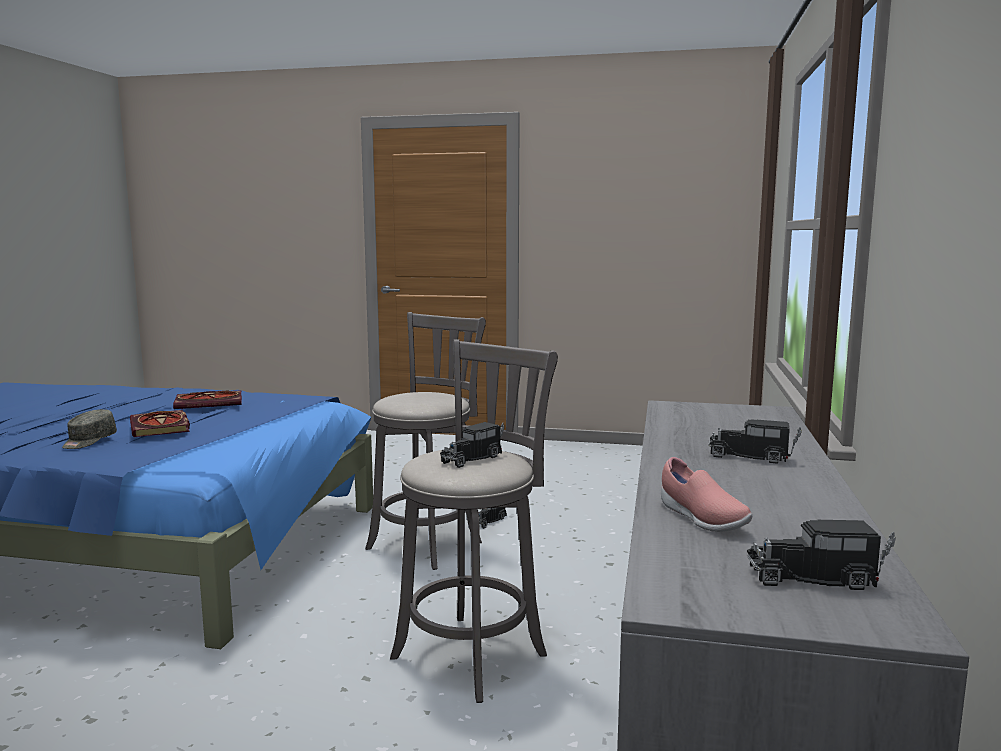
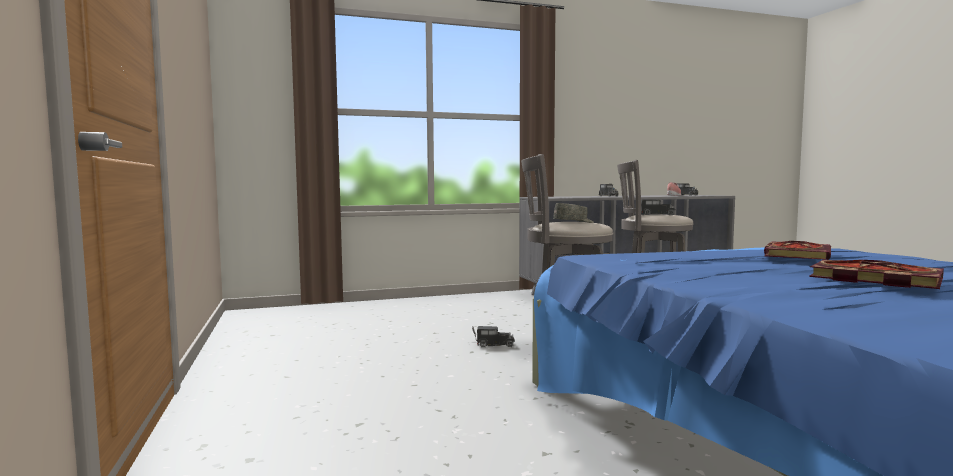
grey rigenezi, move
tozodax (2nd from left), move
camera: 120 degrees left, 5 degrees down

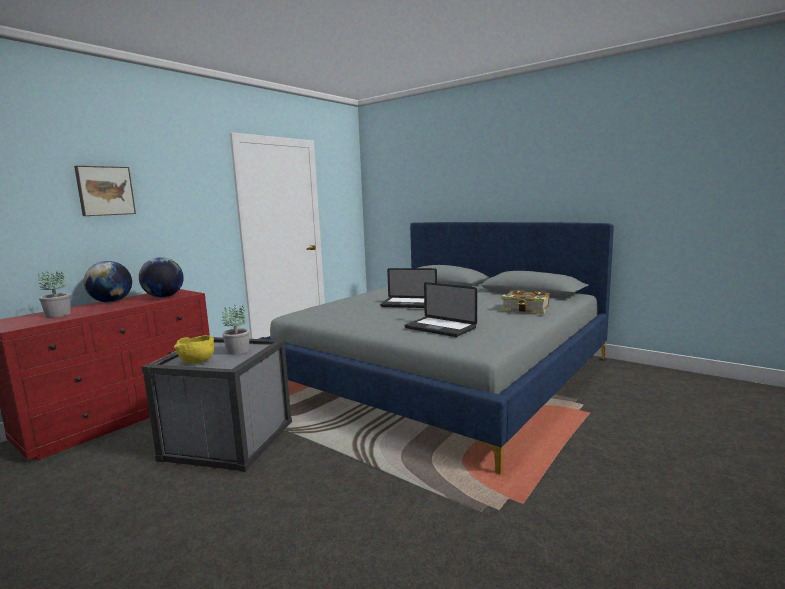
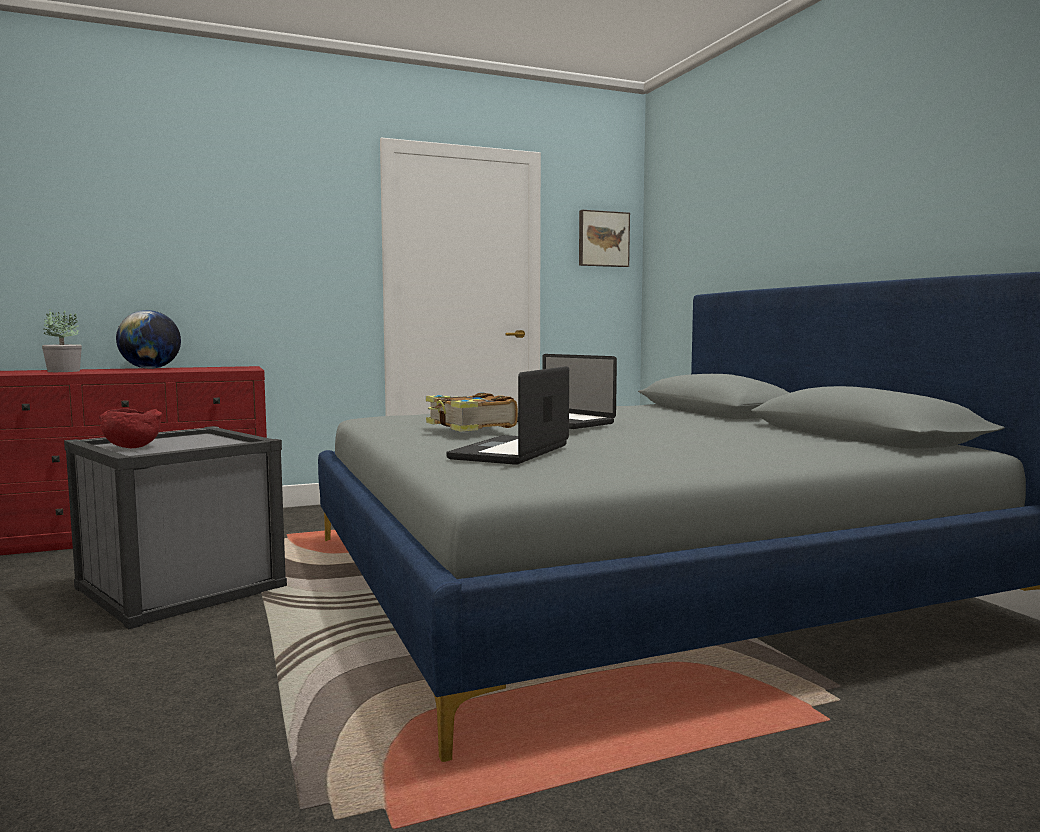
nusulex (2nd from left) → -
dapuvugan (2nd from left) → -
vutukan, move
tozodax, move
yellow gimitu → red gimitu
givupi (2nd from left in the first image) → givupi (1st from left), 45 degrees clockwise
camera: 30 degrees right, 5 degrees down

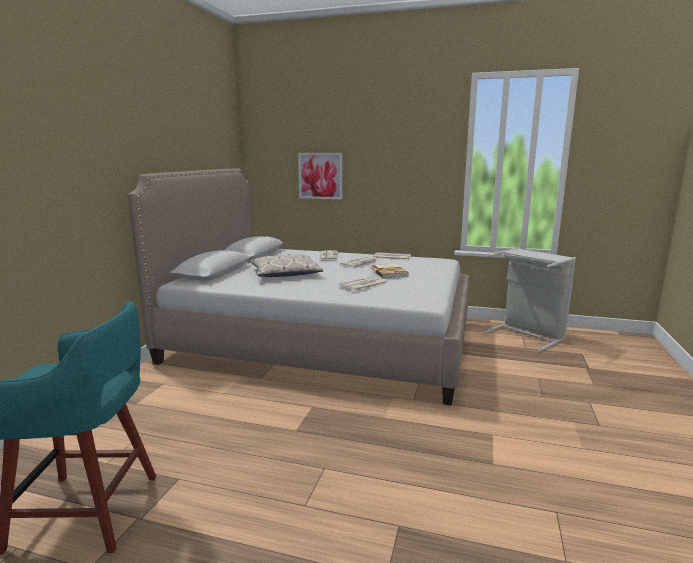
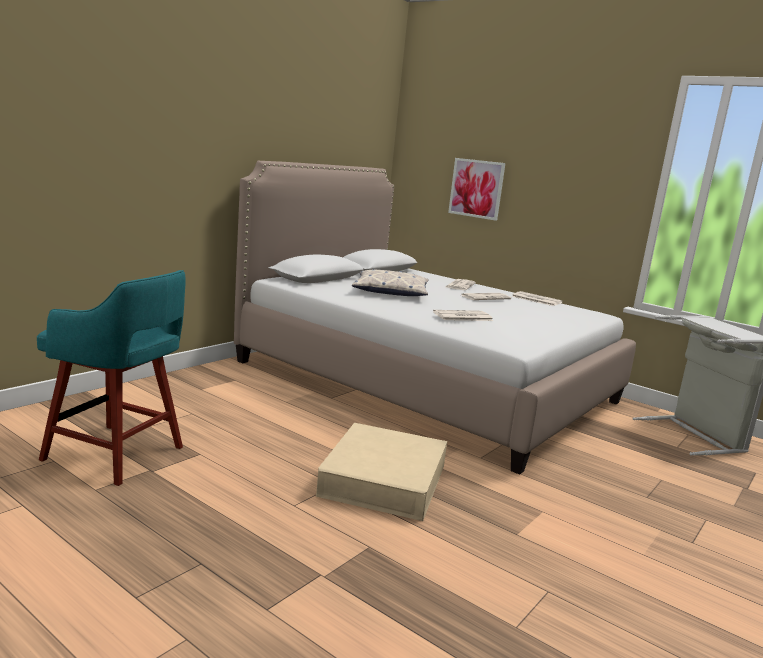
tozodax → -
- → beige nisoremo
camera: 20 degrees right, 0 degrees up

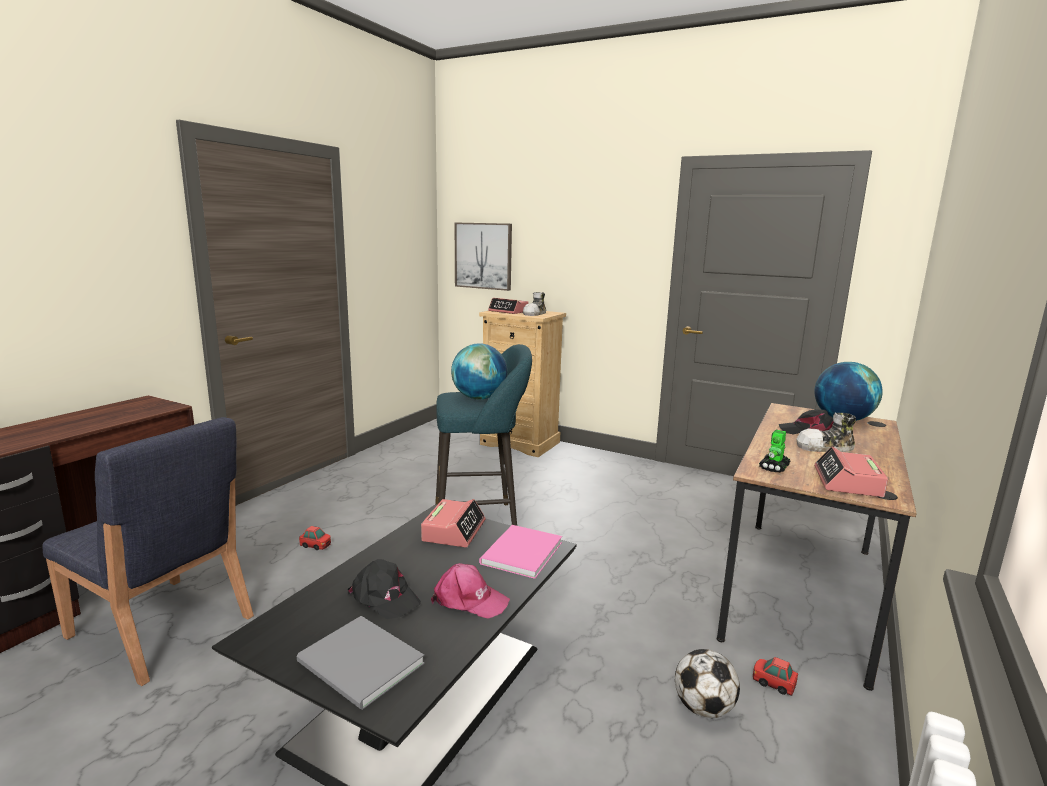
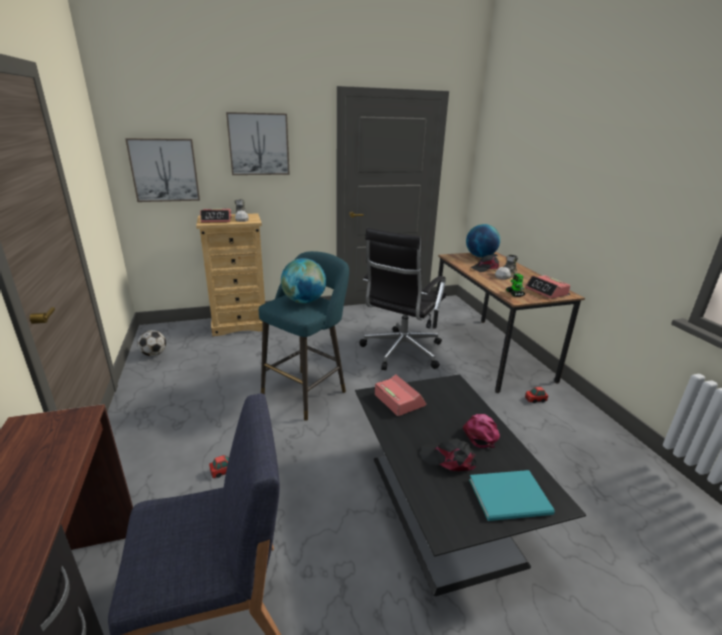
pink tozodax → -
- → vutukan (2nd from left)
- → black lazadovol
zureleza, move
grey tozodax → turquoise tozodax
black rigenezi (1st from left), 150 degrees counterclockwise
pink rigenezi, 45 degrees counterclockwise
camera: 45 degrees left, 10 degrees up

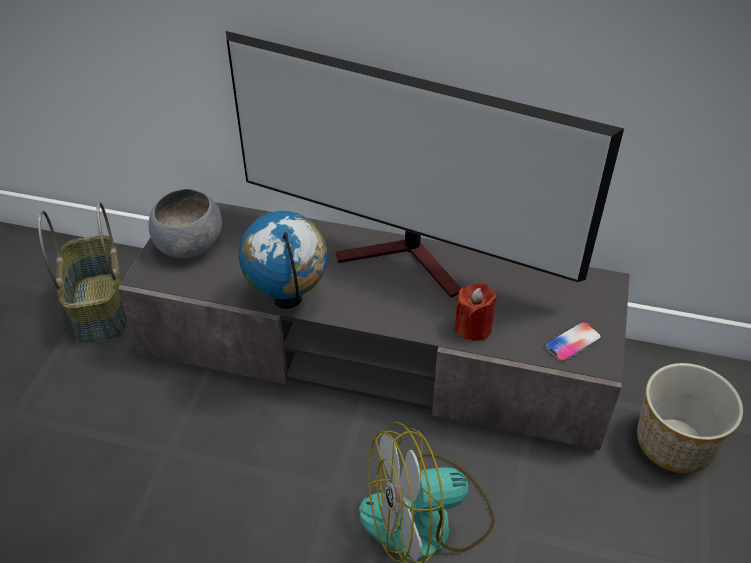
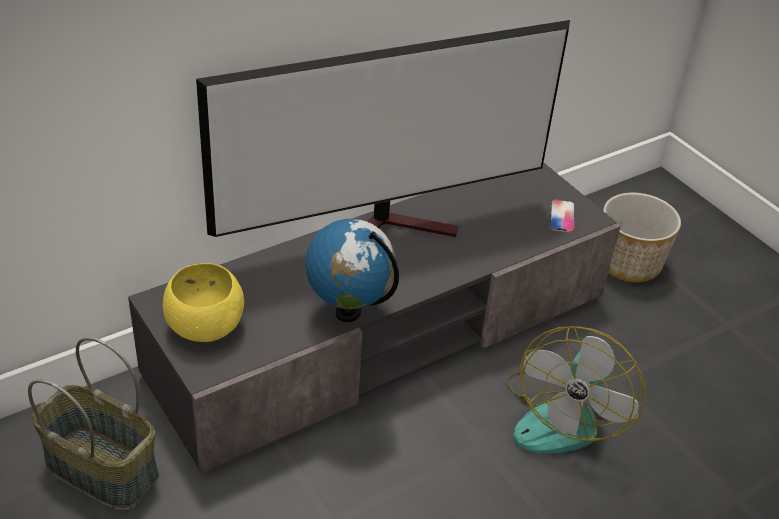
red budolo → -
grey gimitu → yellow gimitu
camera: 50 degrees left, 5 degrees down

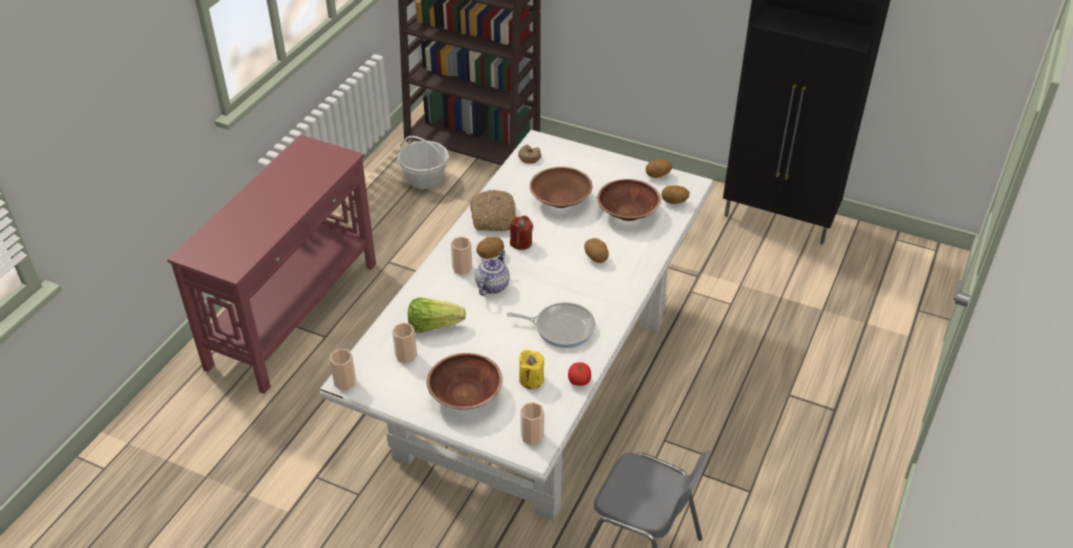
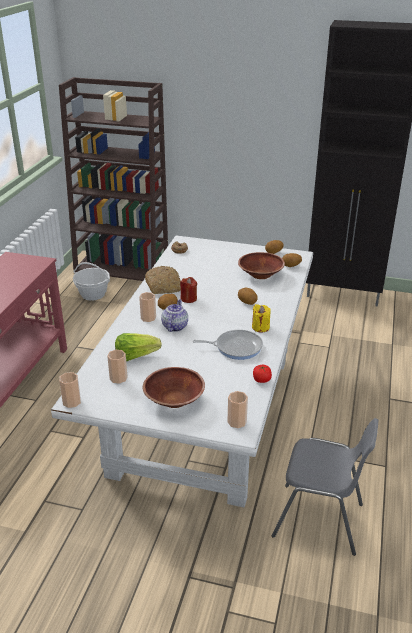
brown gimitu (2nd from left) → -
yellow budolo, move
camera: 10 degrees left, 10 degrees down

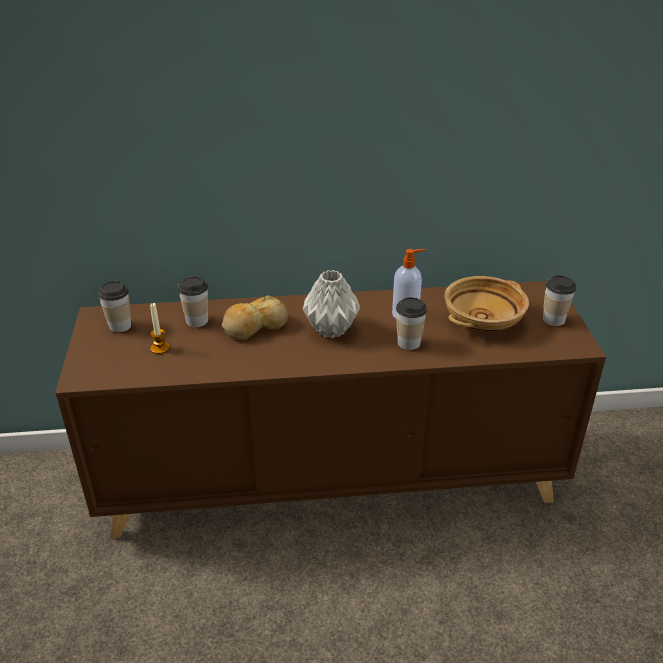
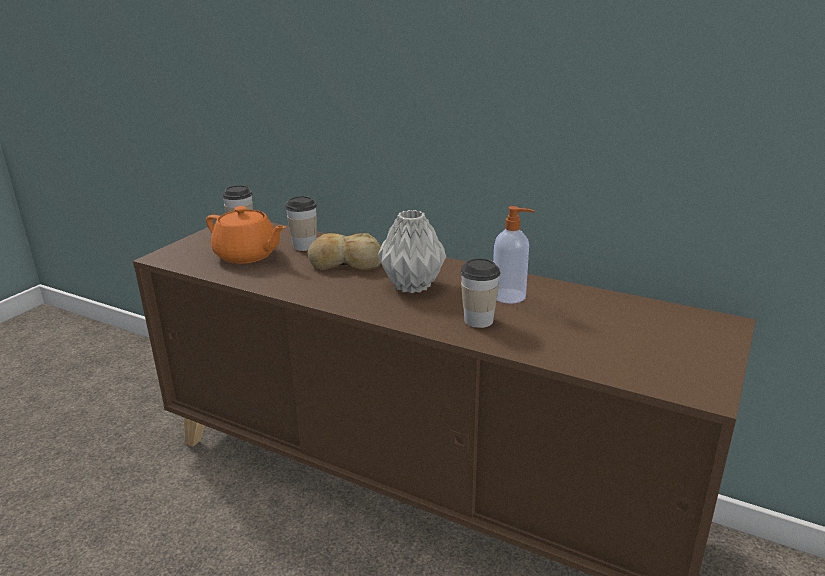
beige gimitu → -
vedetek (4th from left) → -
budolo → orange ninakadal
camera: 35 degrees right, 10 degrees down

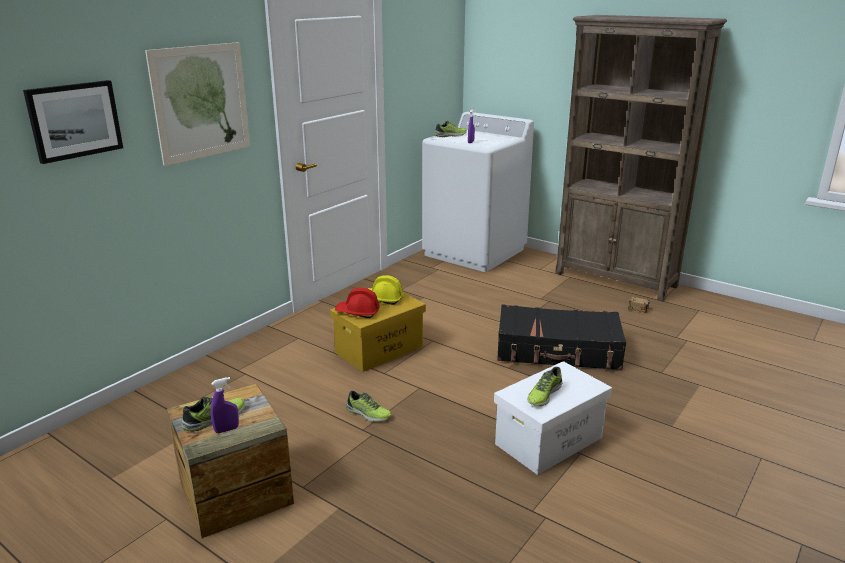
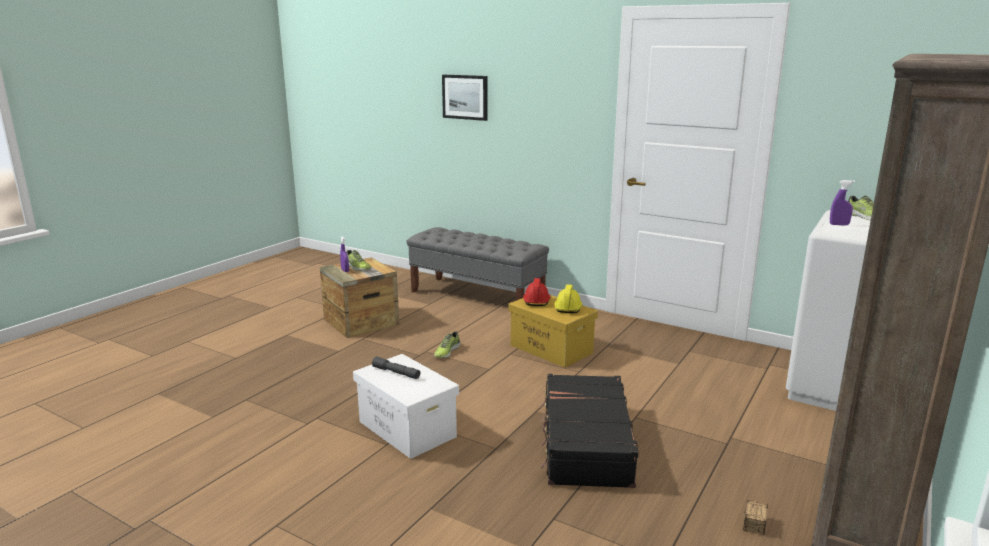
vutukan (2nd from left) → -
- → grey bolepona
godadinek (4th from left) → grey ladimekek
camera: 85 degrees right, 5 degrees down

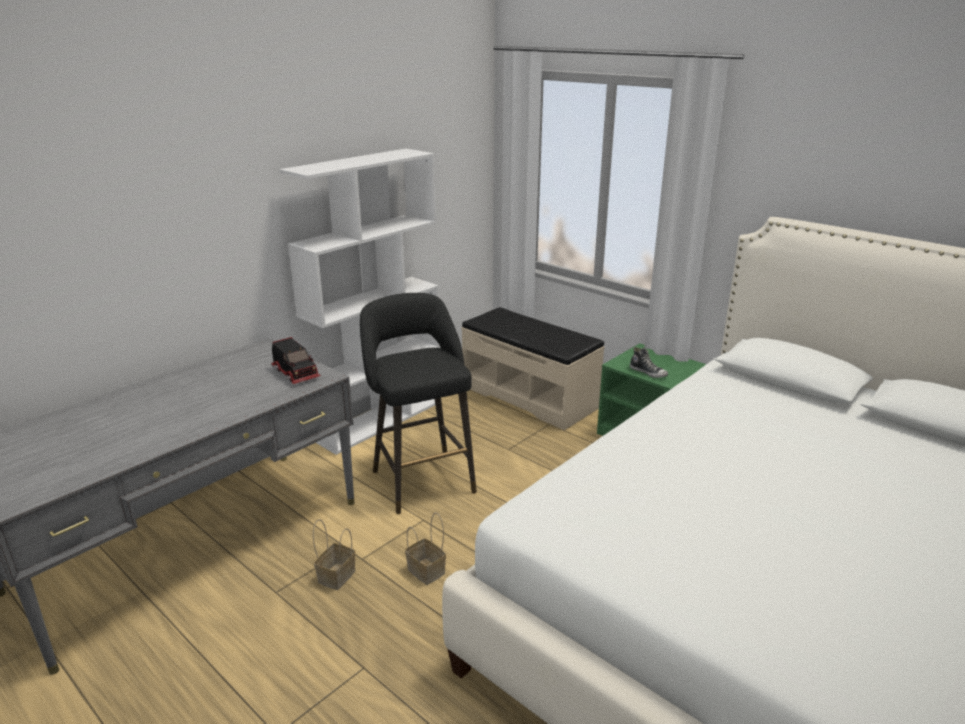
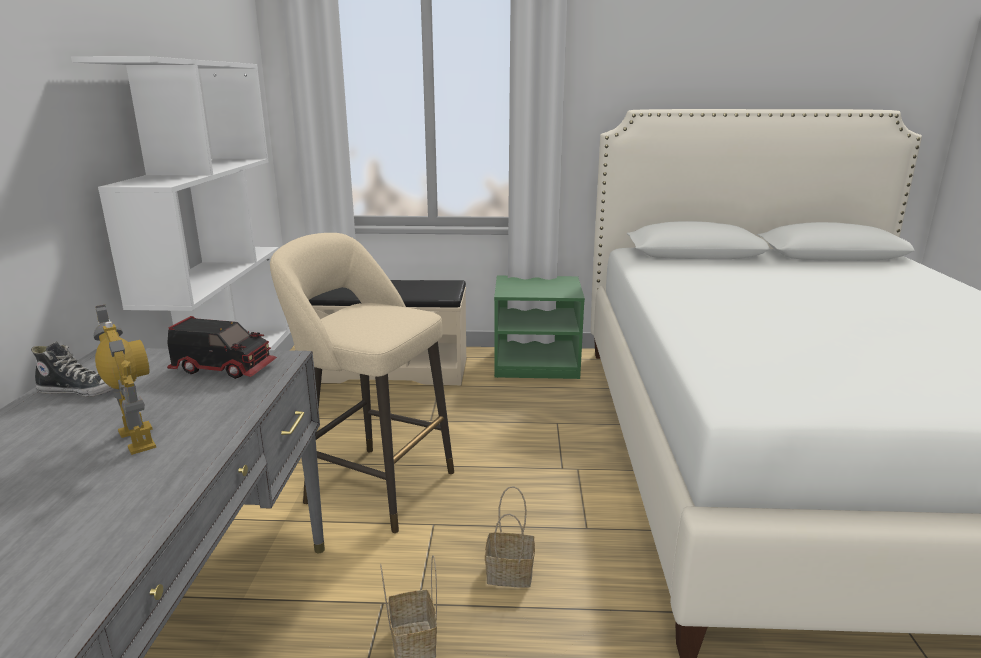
- → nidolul
godadinek, move
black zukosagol → beige zukosagol
camera: 40 degrees left, 5 degrees down

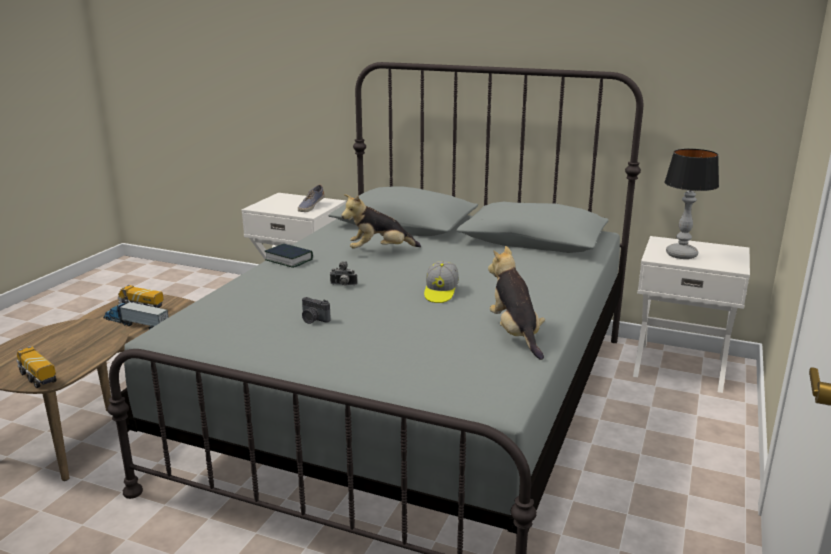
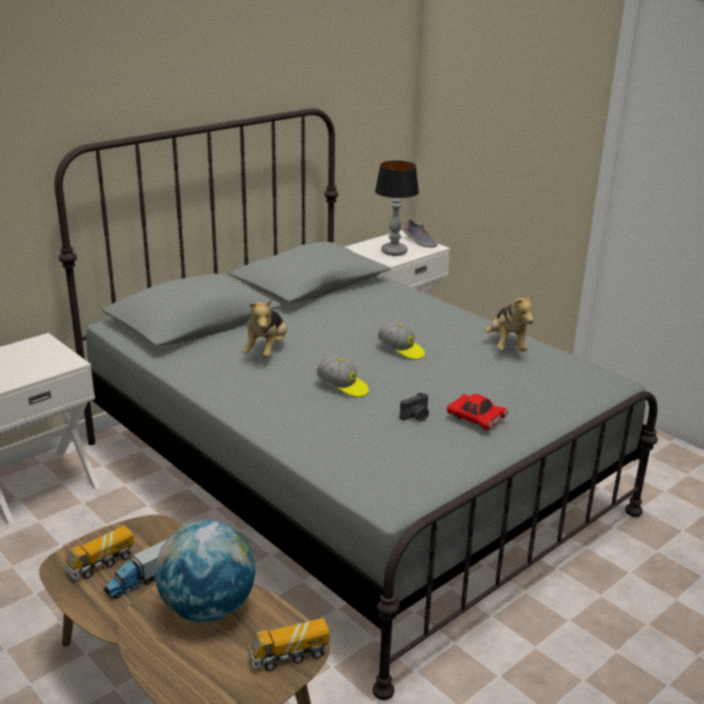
tozodax → -
- → nusulex
- → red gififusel
godadinek, move
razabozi (2nd from left) → rigenezi (1st from left)
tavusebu (2nd from left), 105 degrees counterclockwise
camera: 65 degrees left, 5 degrees up

